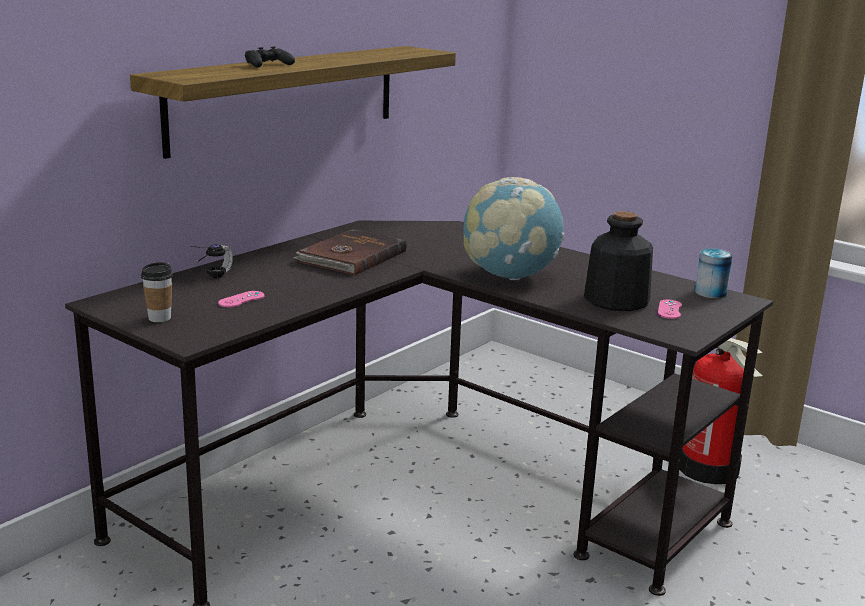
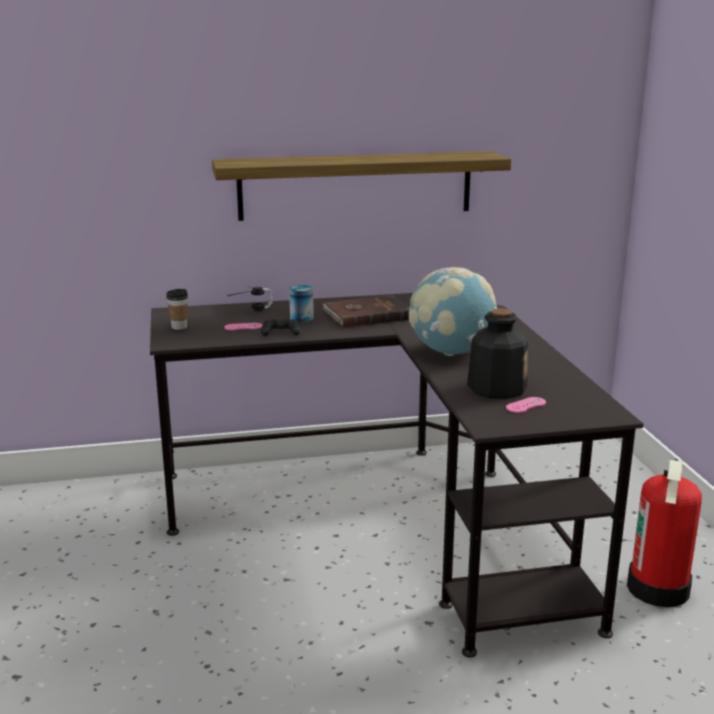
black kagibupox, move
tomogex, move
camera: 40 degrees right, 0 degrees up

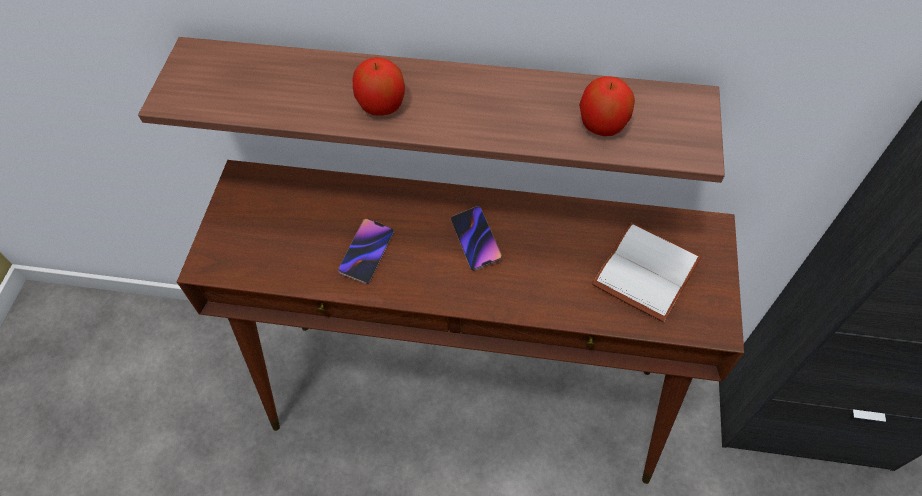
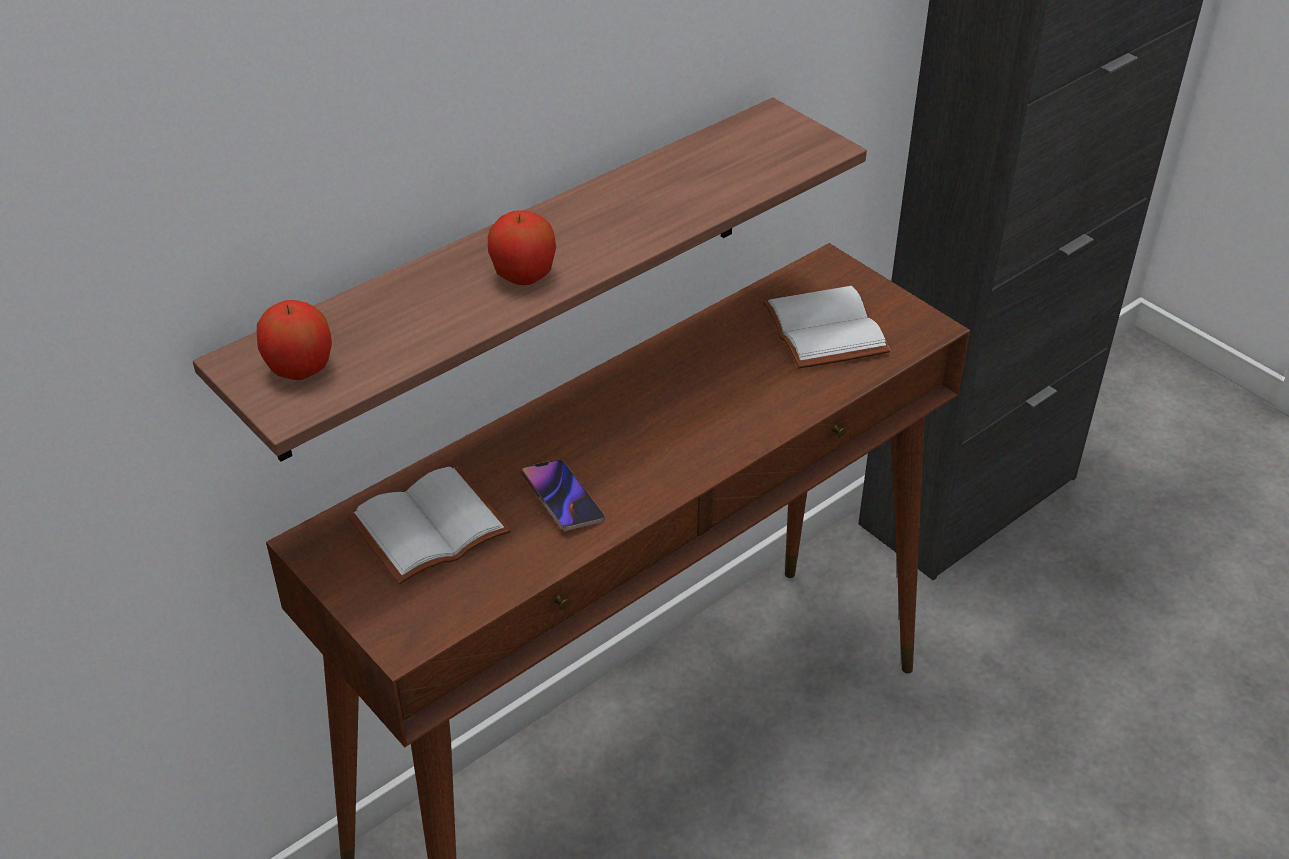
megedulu (2nd from left) → -
- → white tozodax (1st from left)
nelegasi (2nd from left in the first image) → nelegasi (1st from left), move
camera: 50 degrees left, 15 degrees down

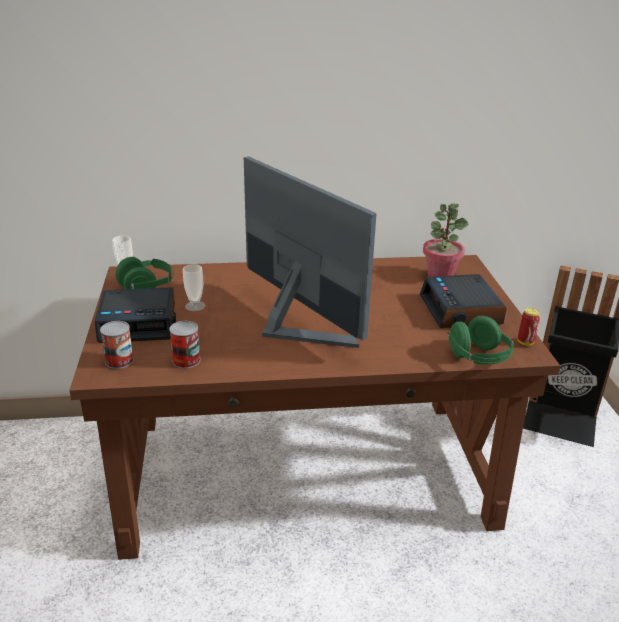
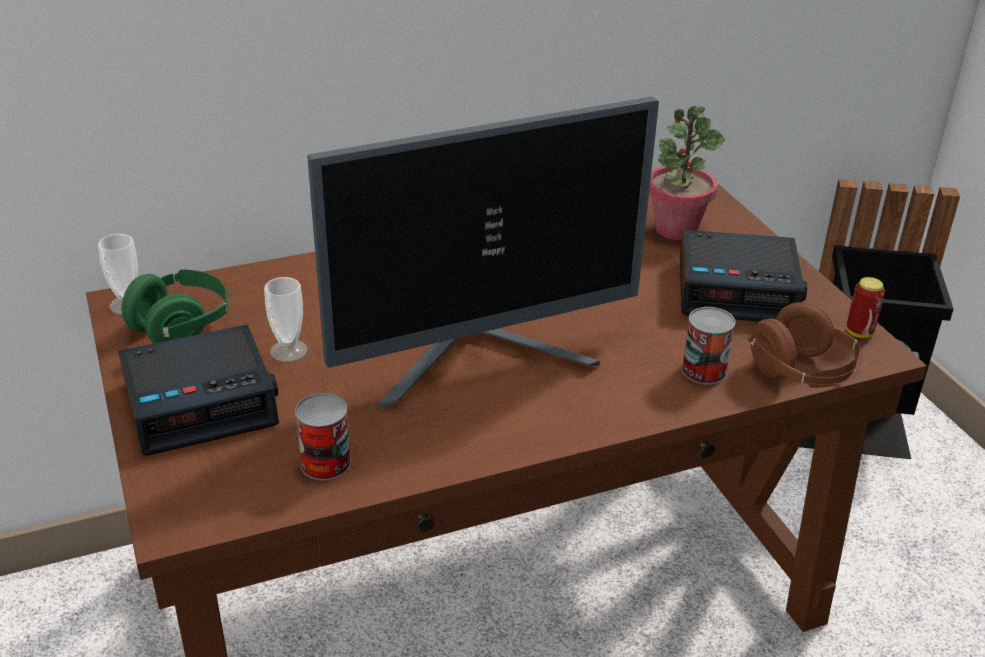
tomogex (1st from left in the first image) → tomogex (2nd from left), move
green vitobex (2nd from left) → brown vitobex
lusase, 120 degrees clockwise
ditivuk (2nd from left), 60 degrees counterclockwise
camera: 15 degrees left, 5 degrees up

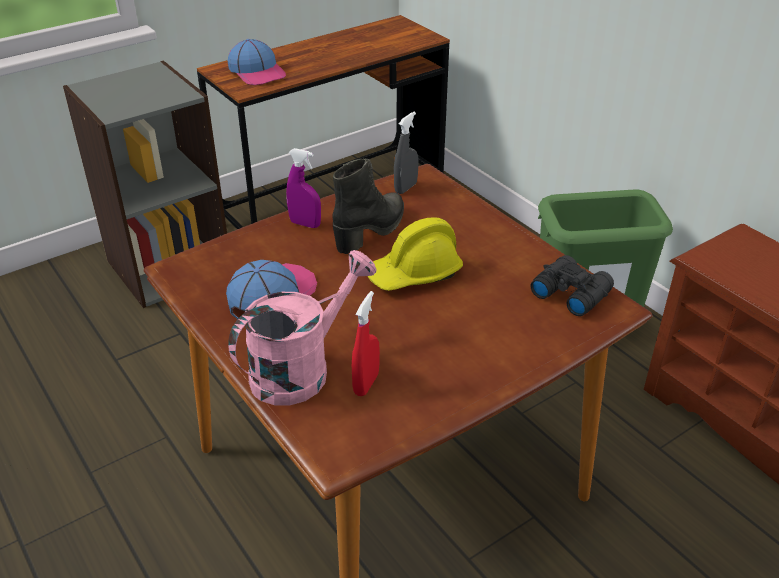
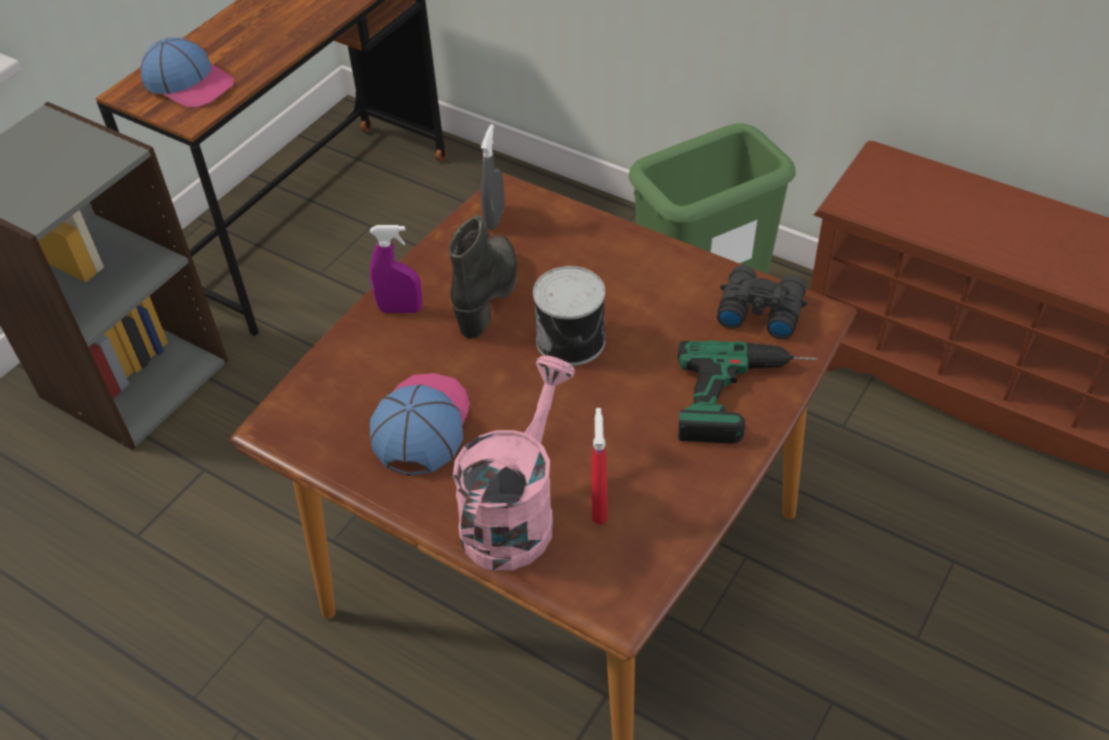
- → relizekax
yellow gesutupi → tomogex
camera: 20 degrees left, 10 degrees up

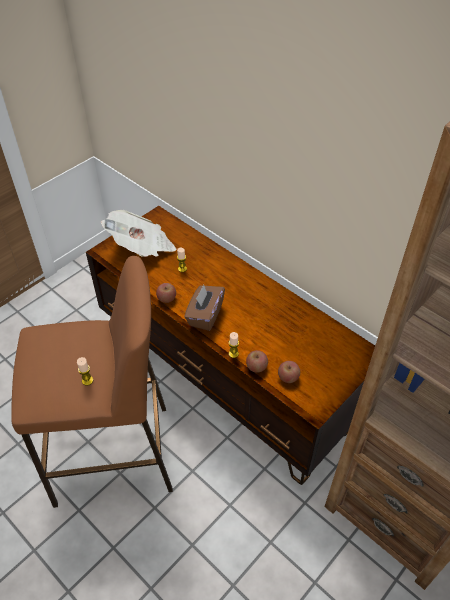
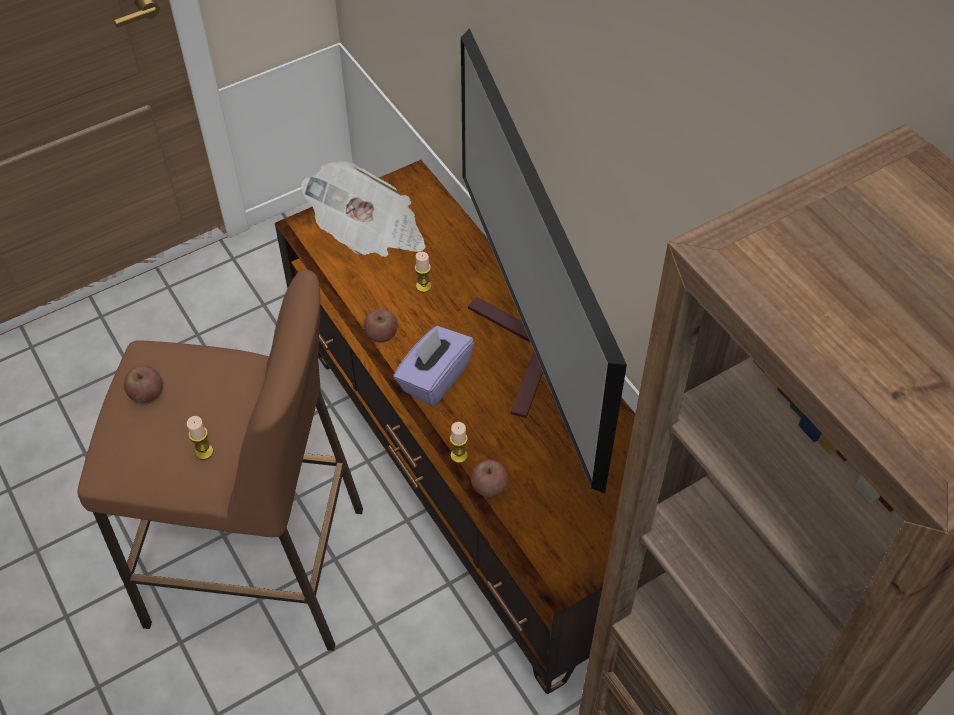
- → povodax
nelegasi (3rd from left in the first image) → nelegasi (1st from left), move
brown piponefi → purple piponefi
camera: 15 degrees right, 5 degrees up

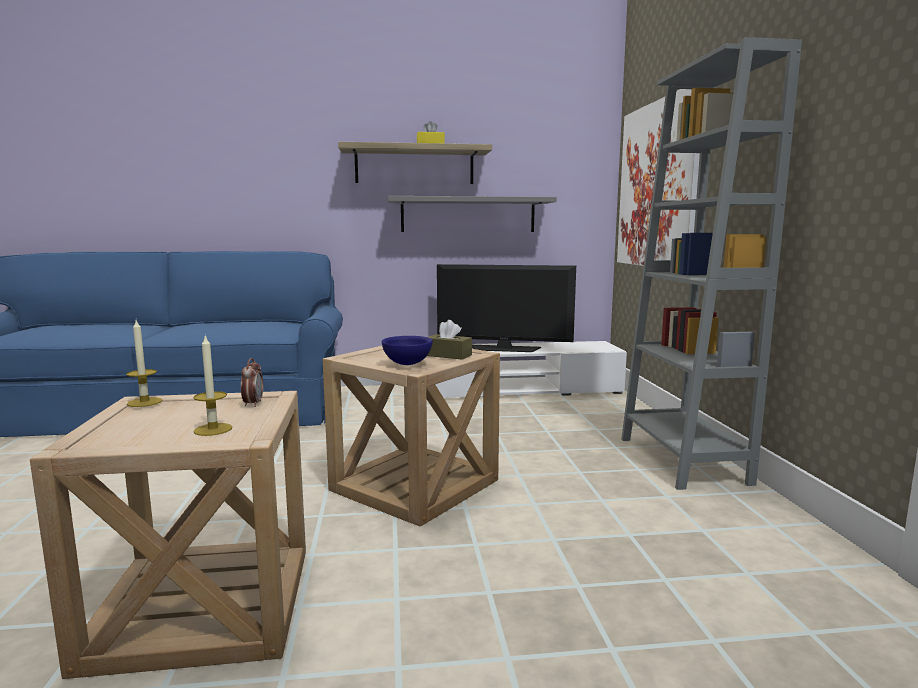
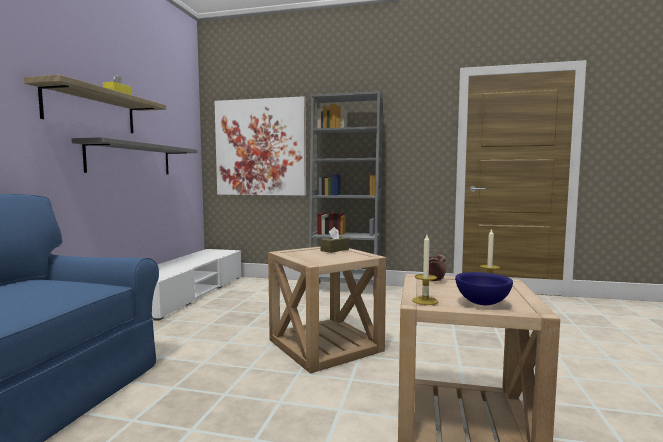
povodax → -
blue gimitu, move
camera: 70 degrees left, 5 degrees down

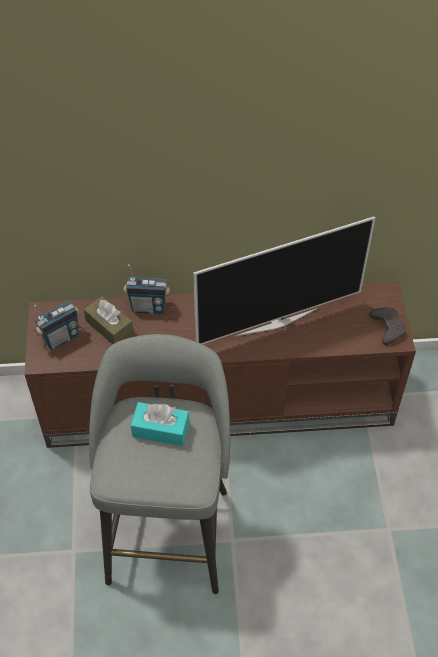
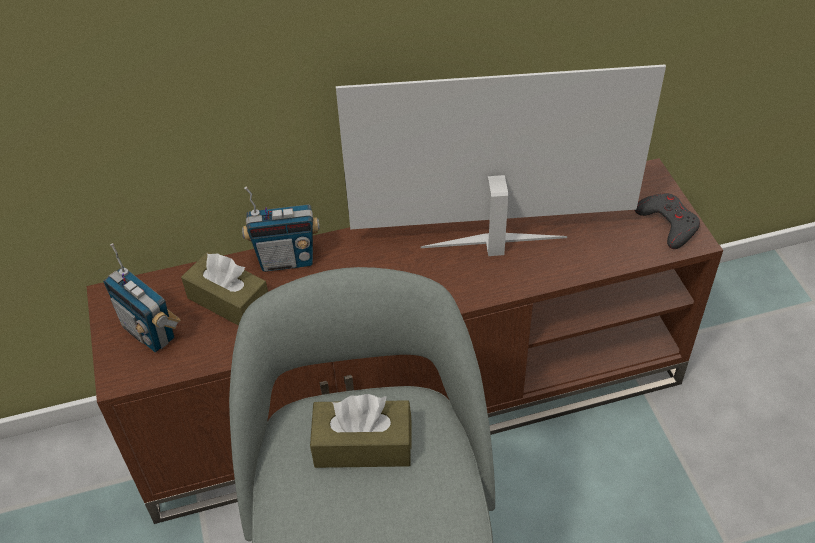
turquoise piponefi → brown piponefi (2nd from left)
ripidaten (1st from left), 90 degrees clockwise
povodax, 150 degrees counterclockwise
camera: 10 degrees left, 5 degrees down

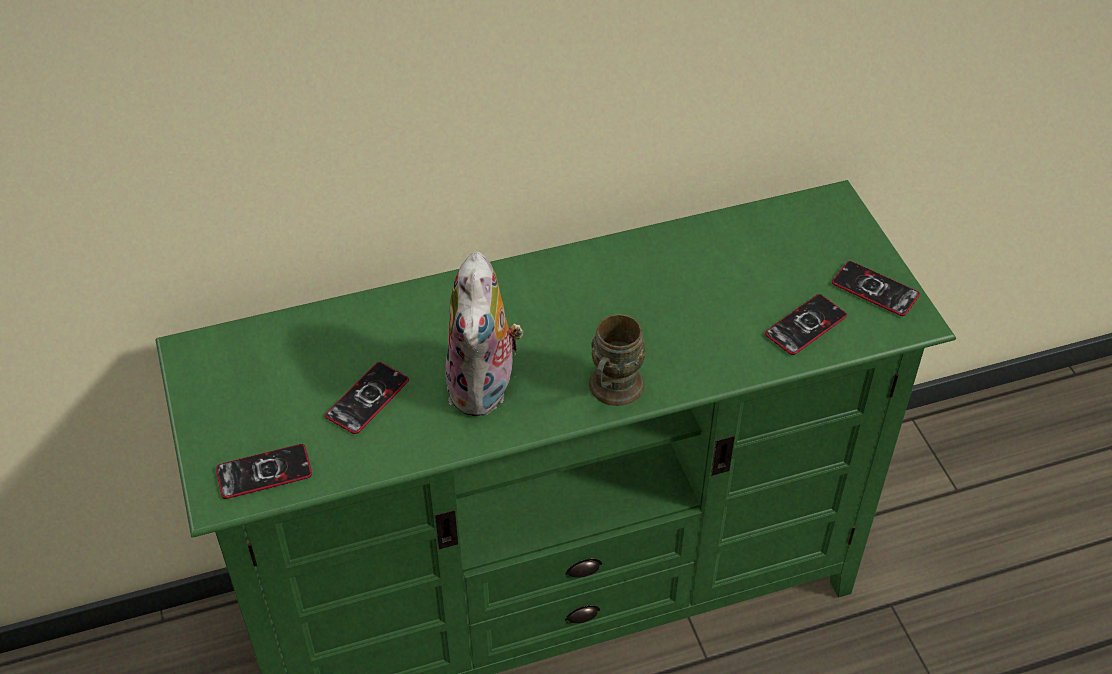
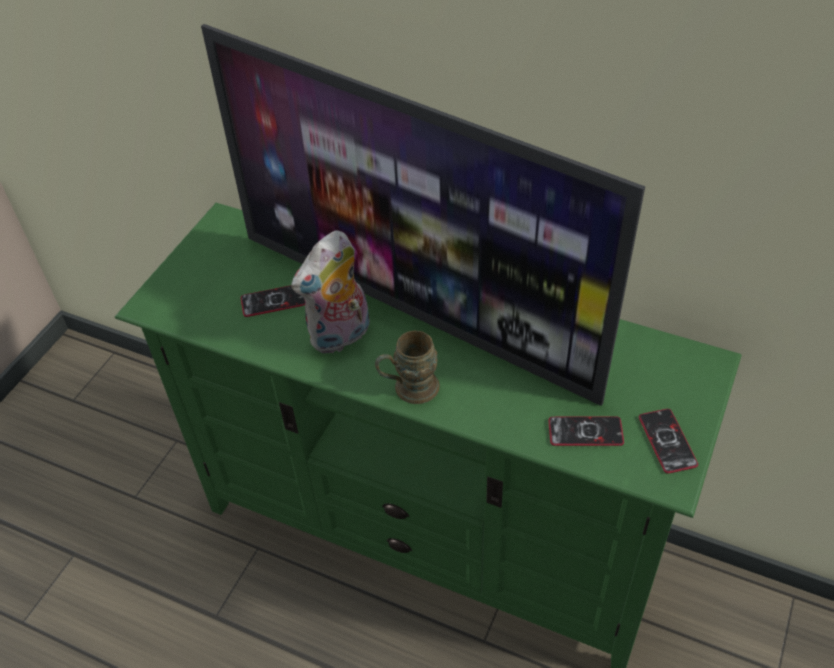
megedulu (1st from left) → -
- → povodax
camera: 45 degrees right, 0 degrees up

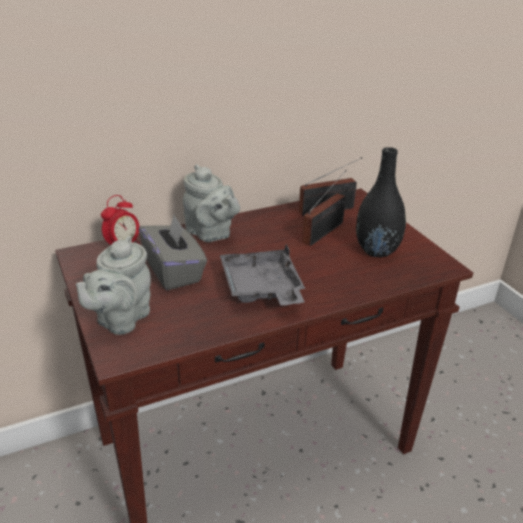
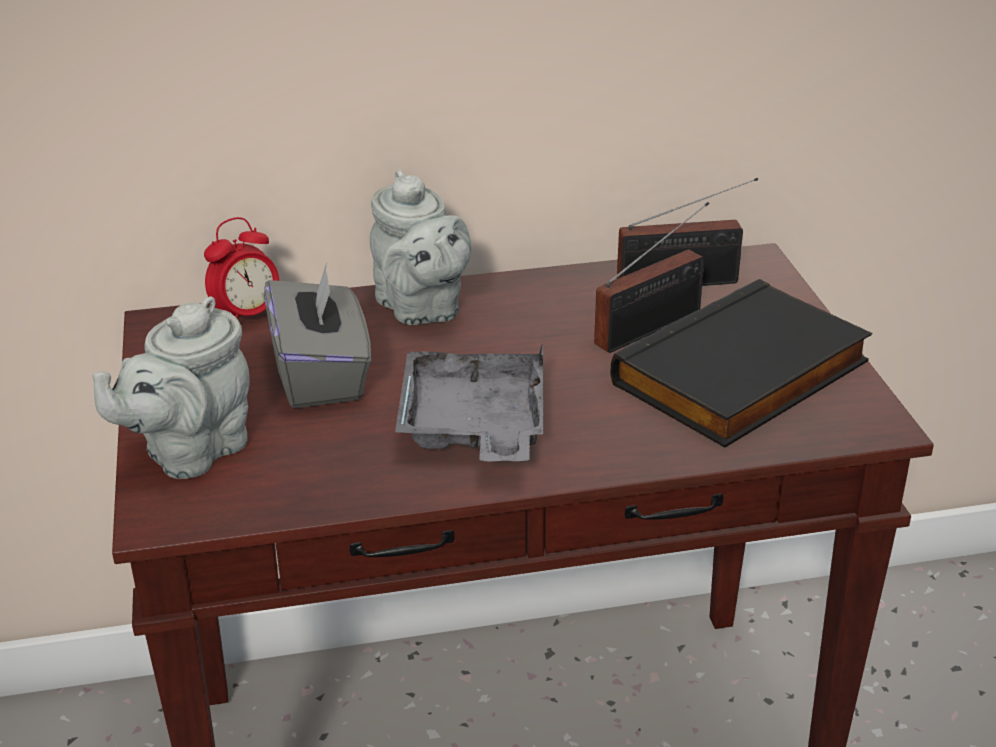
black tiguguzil → black tozodax
camera: 15 degrees right, 0 degrees up

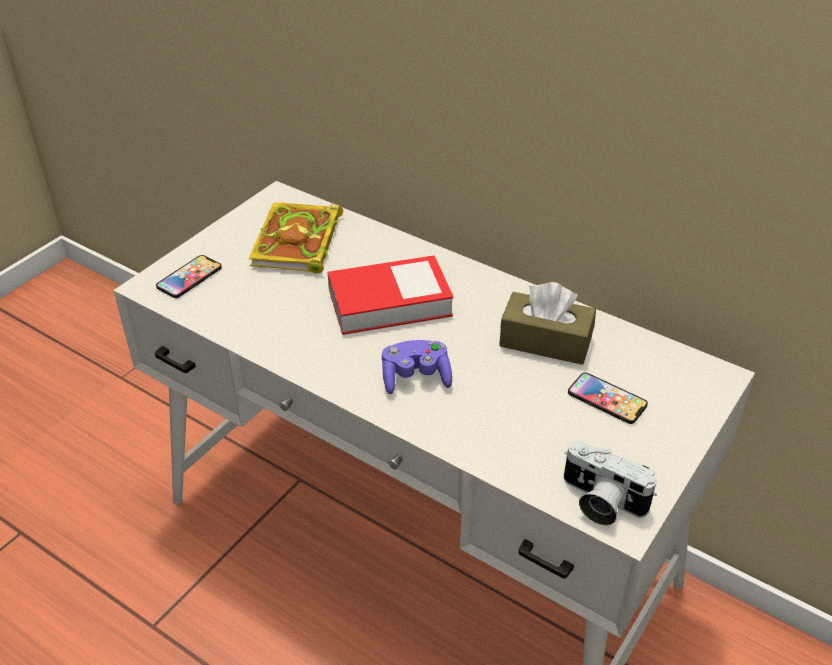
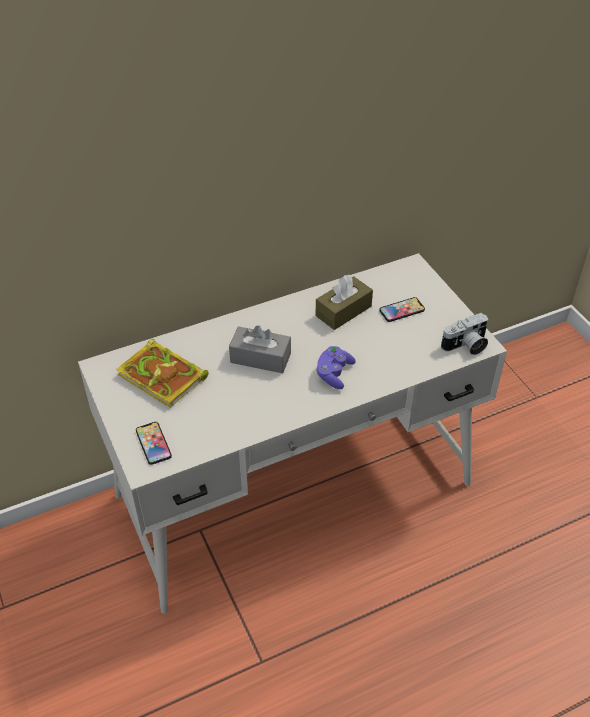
tozodax (2nd from left) → grey piponefi
camera: 60 degrees left, 5 degrees up

